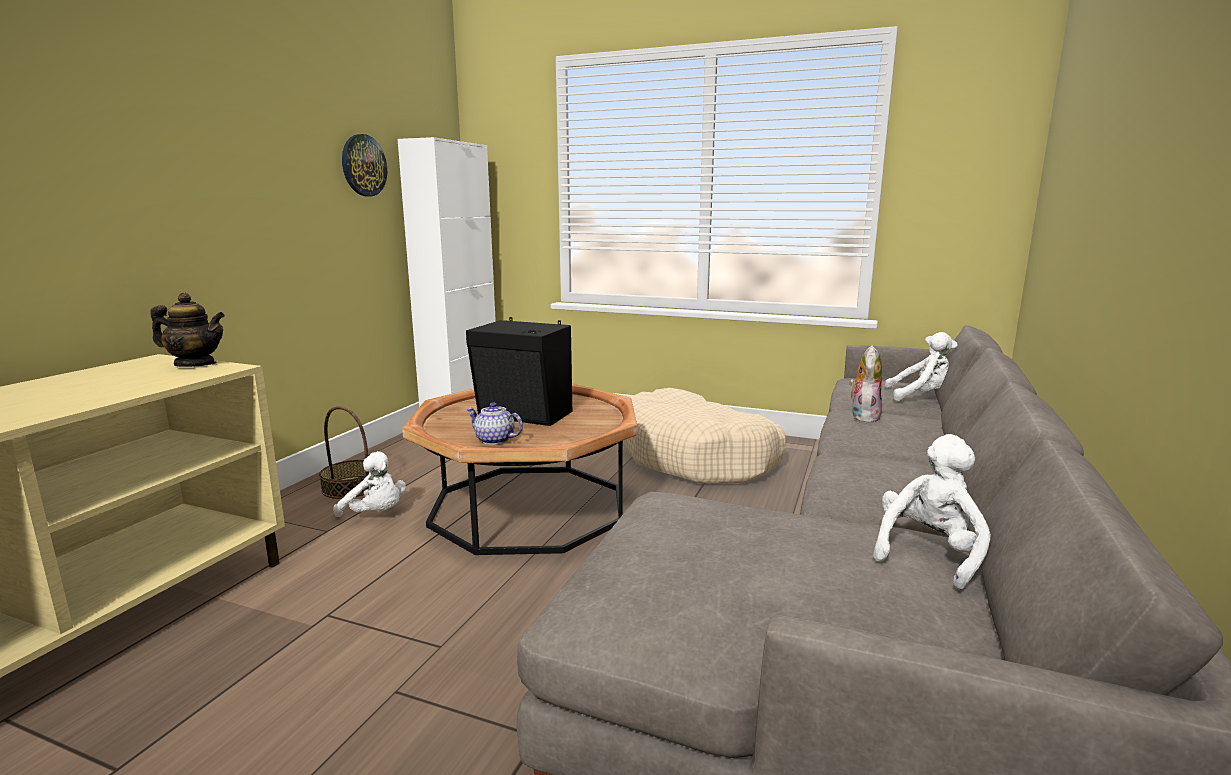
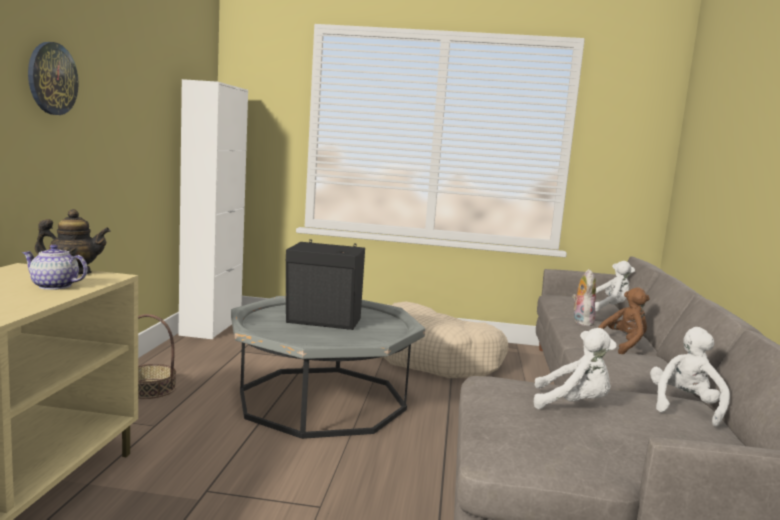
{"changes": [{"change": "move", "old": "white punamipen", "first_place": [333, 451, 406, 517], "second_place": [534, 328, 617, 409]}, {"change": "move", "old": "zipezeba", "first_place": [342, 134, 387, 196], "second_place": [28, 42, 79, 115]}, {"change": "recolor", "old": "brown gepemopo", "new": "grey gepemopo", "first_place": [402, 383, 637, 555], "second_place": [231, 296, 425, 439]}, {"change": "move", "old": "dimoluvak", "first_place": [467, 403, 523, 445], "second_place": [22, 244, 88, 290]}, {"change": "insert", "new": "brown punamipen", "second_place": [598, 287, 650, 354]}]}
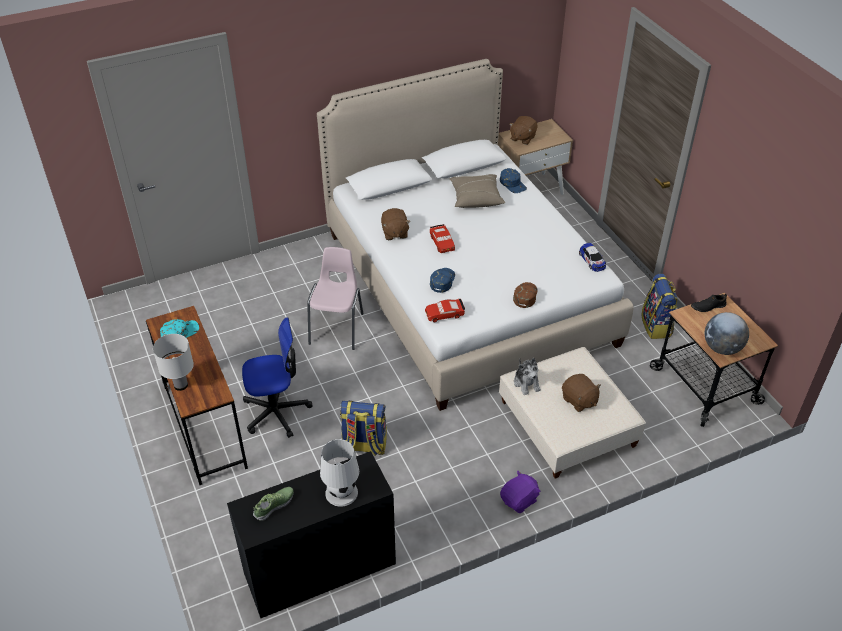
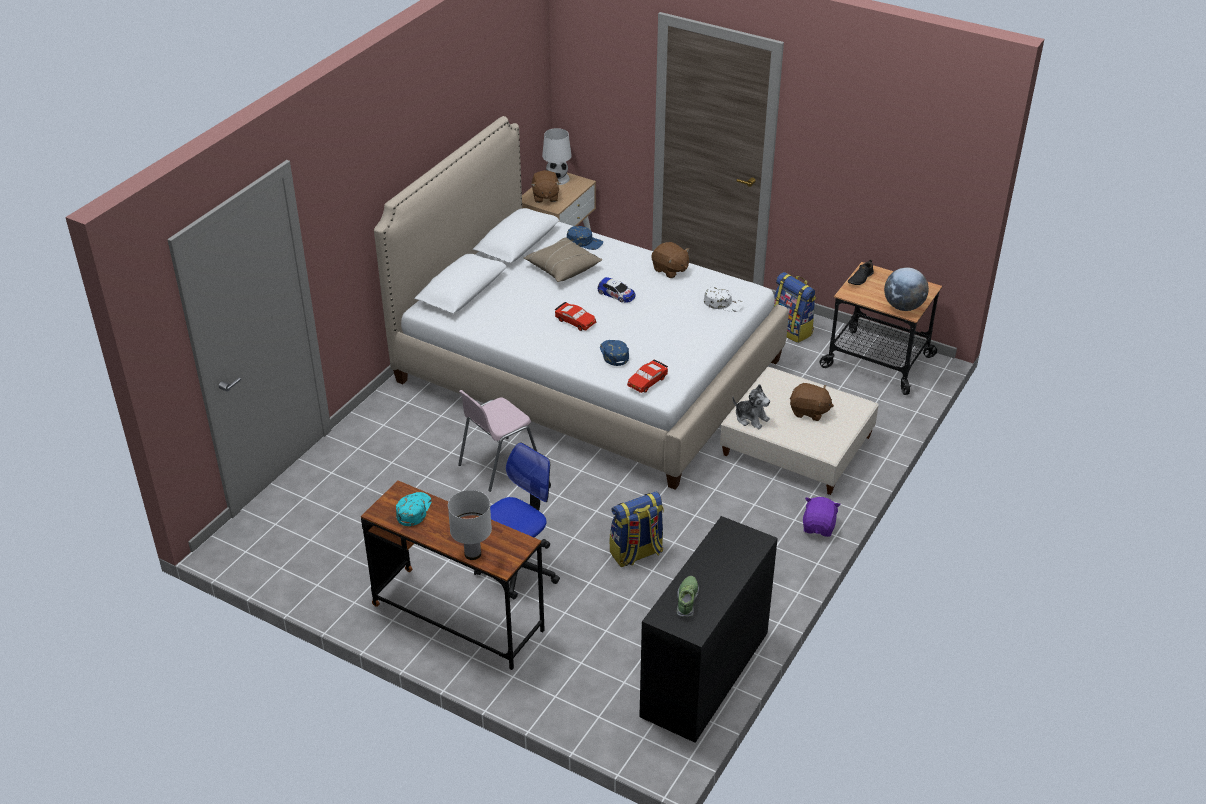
{"changes": [{"change": "rotate", "old": "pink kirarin", "first_place": [307, 247, 363, 350], "second_place": [458, 390, 537, 492], "degrees": -105}, {"change": "move", "old": "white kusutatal", "first_place": [320, 439, 359, 507], "second_place": [542, 128, 572, 185]}, {"change": "move", "old": "brown punamipen", "first_place": [381, 208, 410, 240], "second_place": [652, 242, 690, 278]}, {"change": "delete", "old": "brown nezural", "first_place": [513, 282, 538, 308]}, {"change": "move", "old": "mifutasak", "first_place": [579, 243, 606, 272], "second_place": [598, 277, 635, 303]}, {"change": "insert", "new": "white nezural", "second_place": [704, 287, 744, 312]}]}
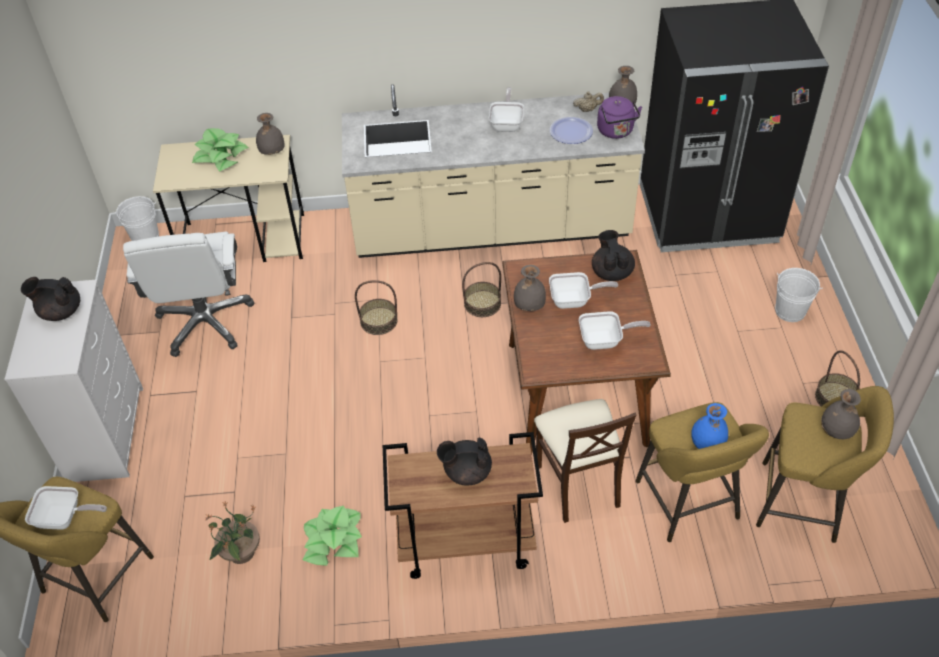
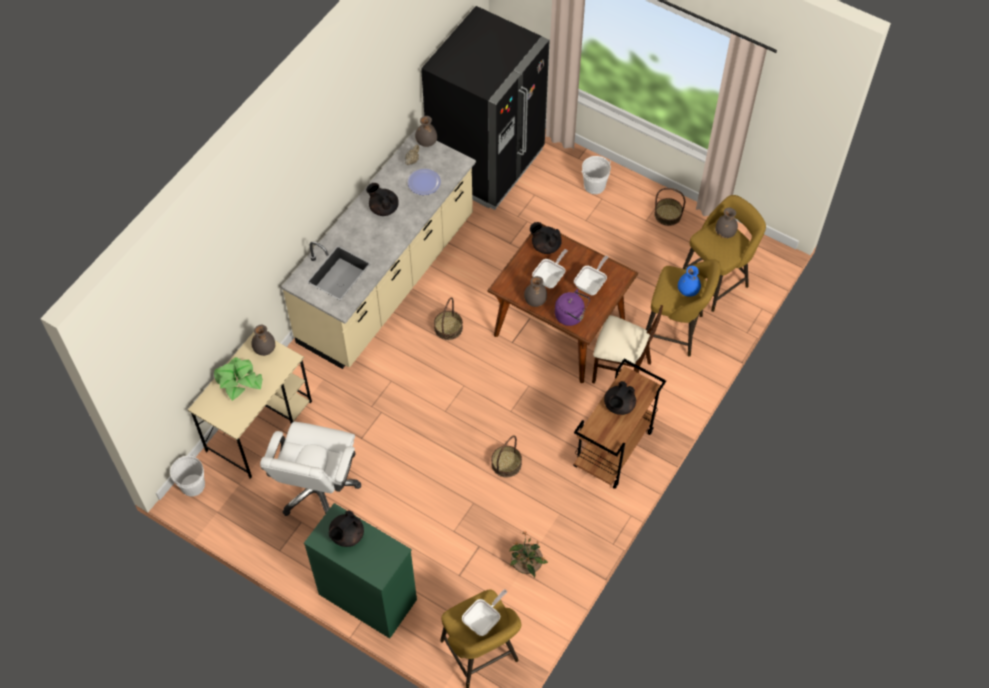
{"changes": [{"change": "recolor", "old": "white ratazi", "new": "green ratazi", "first_place": [4, 279, 143, 482], "second_place": [304, 503, 417, 639]}, {"change": "rotate", "old": "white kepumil", "first_place": [123, 232, 254, 357], "second_place": [260, 422, 361, 516], "degrees": 75}, {"change": "delete", "old": "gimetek", "first_place": [303, 506, 362, 566]}, {"change": "move", "old": "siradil", "first_place": [355, 280, 397, 335], "second_place": [491, 435, 522, 477]}, {"change": "replace", "old": "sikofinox", "new": "black dimoluvak", "first_place": [489, 87, 524, 132], "second_place": [366, 183, 399, 216]}, {"change": "move", "old": "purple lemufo", "first_place": [597, 96, 642, 139], "second_place": [555, 289, 590, 326]}]}
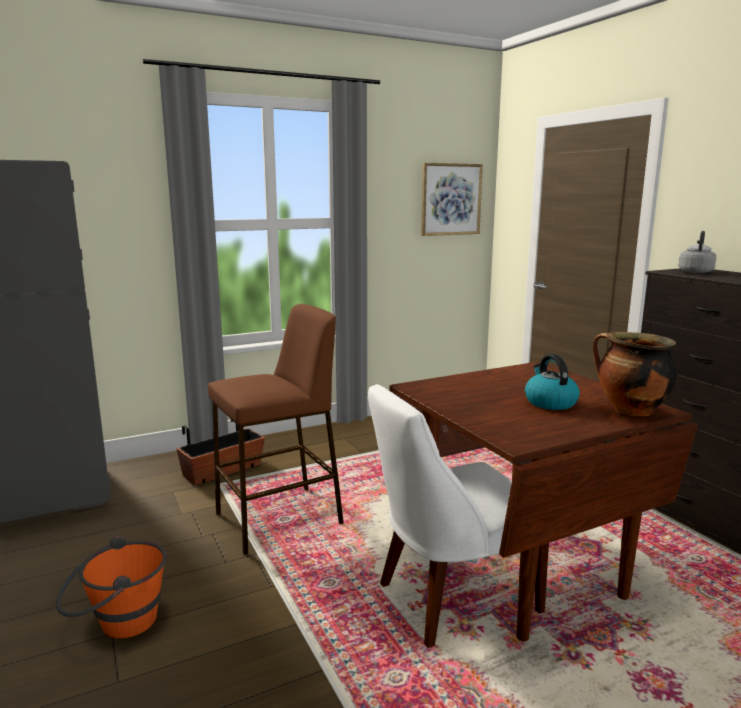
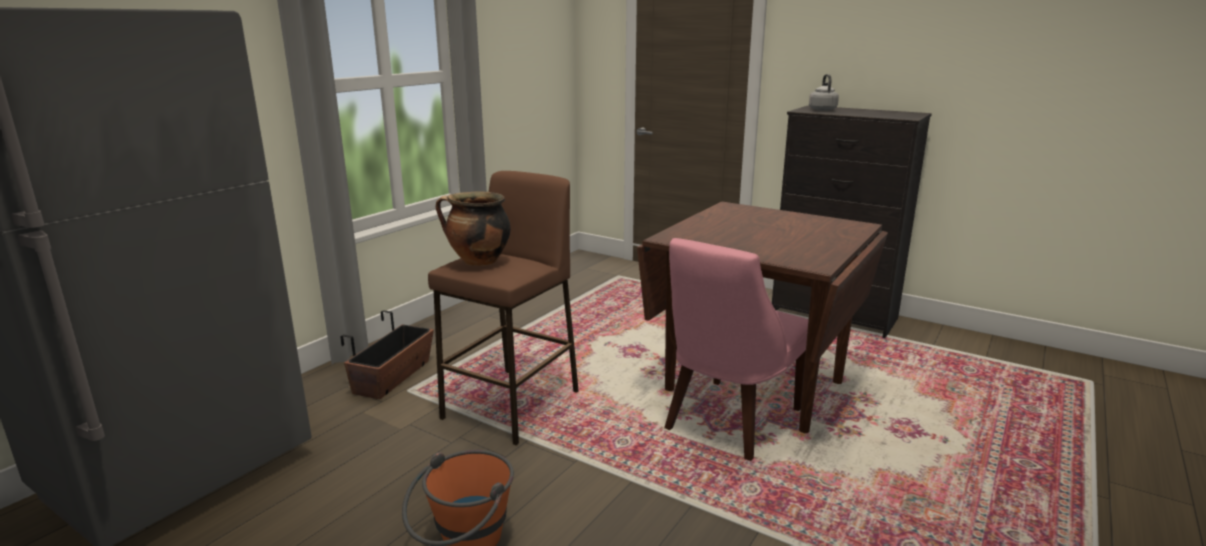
{"changes": [{"change": "recolor", "old": "white kirarin", "new": "pink kirarin", "first_place": [368, 384, 549, 648], "second_place": [664, 238, 808, 461]}, {"change": "delete", "old": "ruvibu", "first_place": [421, 163, 483, 236]}, {"change": "delete", "old": "lemufo", "first_place": [525, 354, 580, 410]}, {"change": "move", "old": "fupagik", "first_place": [593, 332, 677, 416], "second_place": [436, 191, 511, 266]}]}
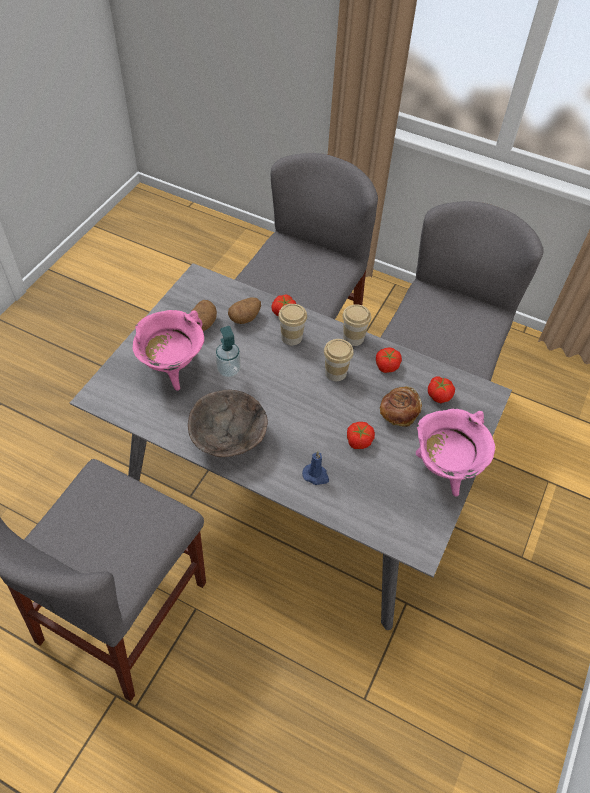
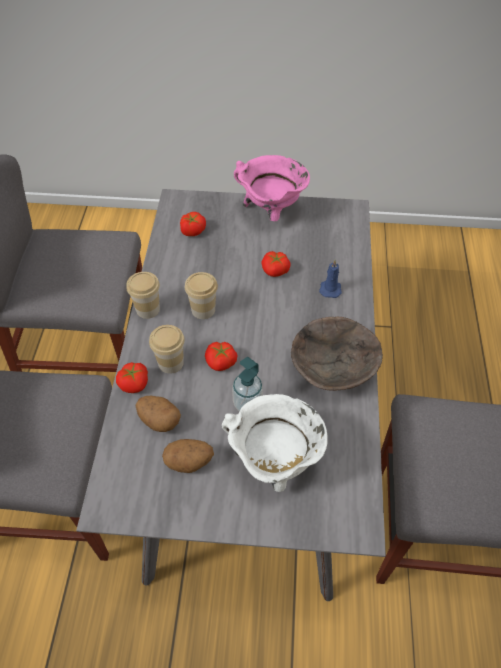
{"changes": [{"change": "recolor", "old": "pink fupagik", "new": "white fupagik", "first_place": [132, 310, 204, 391], "second_place": [222, 394, 328, 492]}, {"change": "move", "old": "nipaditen", "first_place": [376, 348, 402, 373], "second_place": [205, 342, 238, 371]}, {"change": "delete", "old": "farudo", "first_place": [380, 387, 422, 427]}]}
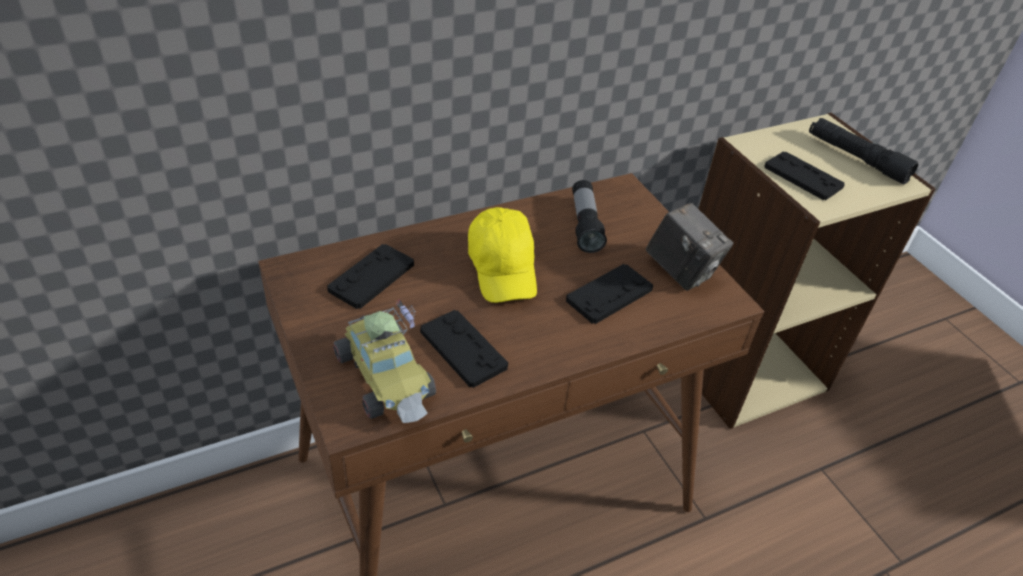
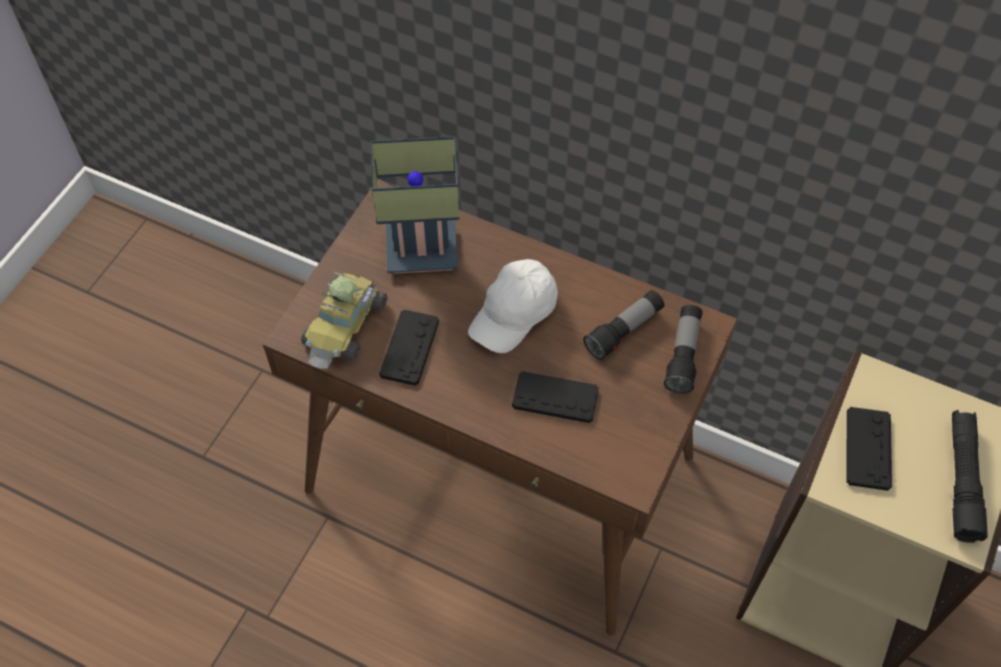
{"changes": [{"change": "replace", "old": "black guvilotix", "new": "kusutatal", "first_place": [327, 244, 414, 309], "second_place": [371, 136, 459, 274]}, {"change": "recolor", "old": "yellow nezural", "new": "white nezural", "first_place": [468, 207, 537, 303], "second_place": [468, 259, 558, 353]}, {"change": "delete", "old": "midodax", "first_place": [646, 203, 733, 291]}, {"change": "insert", "new": "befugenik", "second_place": [664, 305, 703, 393]}]}
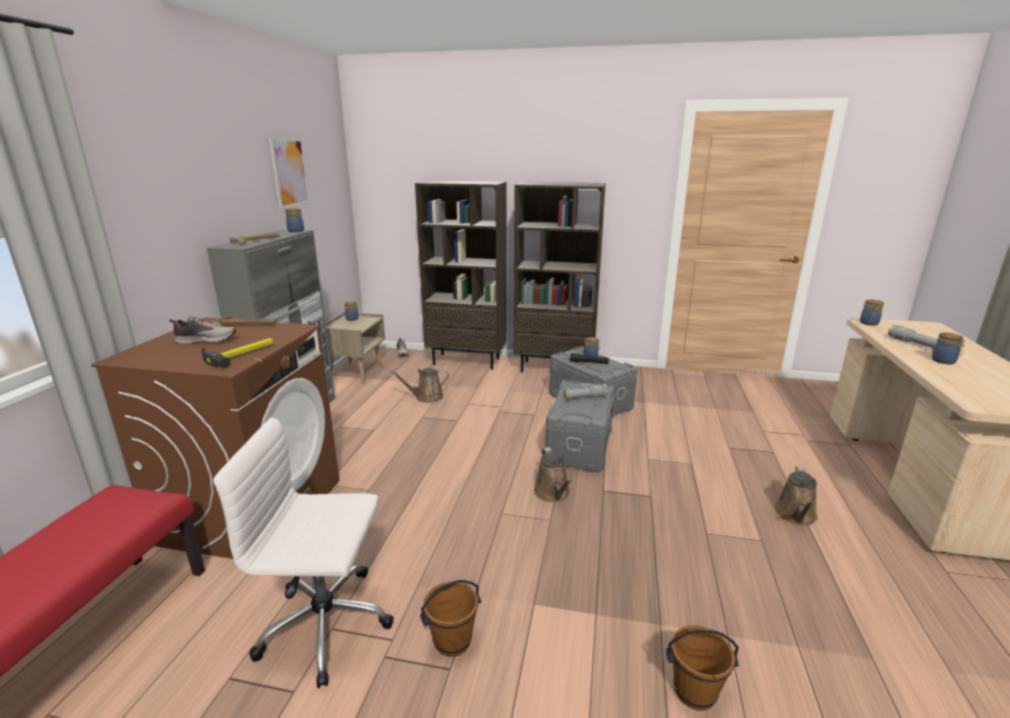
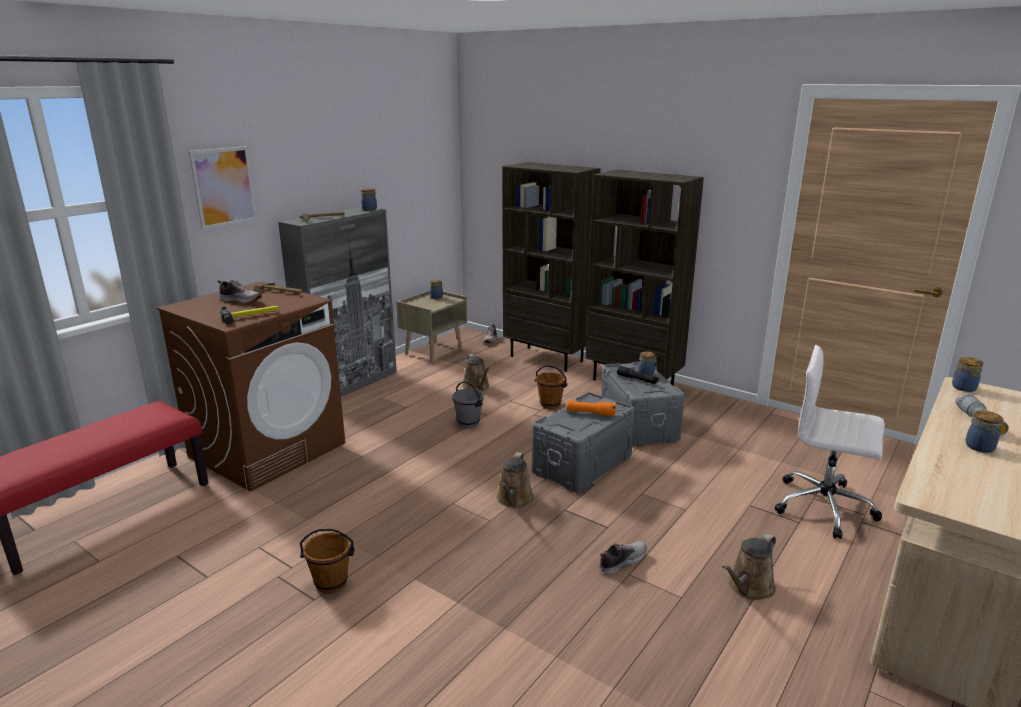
{"changes": [{"change": "move", "old": "white kepumil", "first_place": [213, 417, 394, 689], "second_place": [775, 345, 885, 539]}, {"change": "move", "old": "ruvibu", "first_place": [269, 138, 310, 209], "second_place": [189, 146, 257, 230]}, {"change": "rotate", "old": "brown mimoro", "first_place": [389, 368, 449, 403], "second_place": [462, 354, 489, 391], "degrees": -120}, {"change": "recolor", "old": "grey befugenik", "new": "orange befugenik", "first_place": [563, 384, 608, 400], "second_place": [567, 400, 616, 416]}, {"change": "move", "old": "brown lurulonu", "first_place": [666, 625, 739, 711], "second_place": [535, 365, 568, 409]}, {"change": "insert", "new": "grey lurulonu", "second_place": [452, 381, 484, 428]}, {"change": "insert", "new": "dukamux", "second_place": [599, 541, 647, 575]}]}
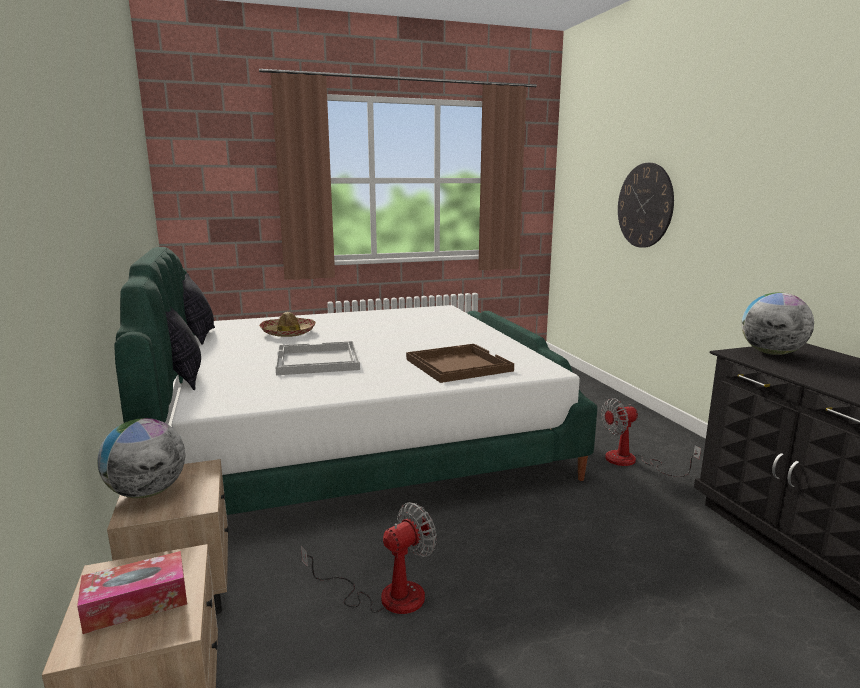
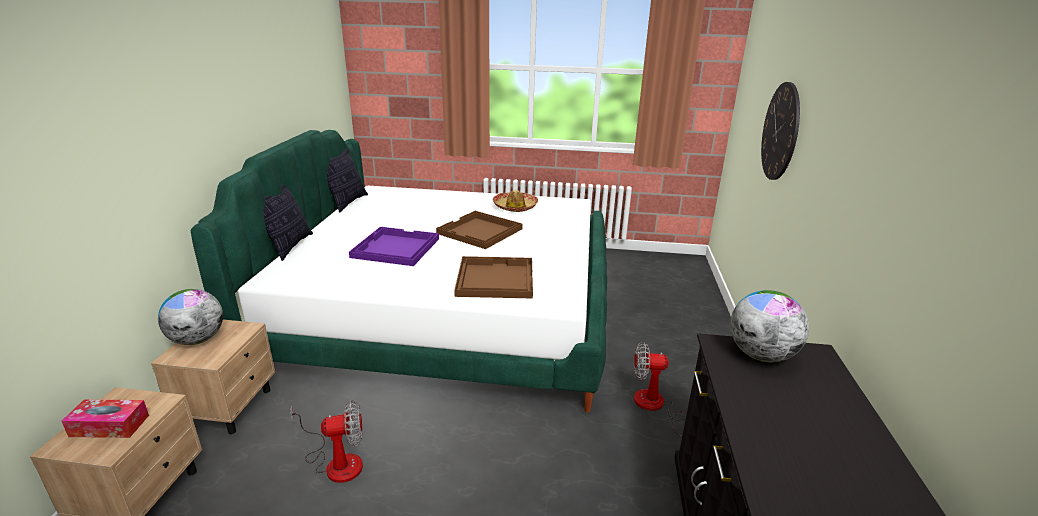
{"changes": [{"change": "move", "old": "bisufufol", "first_place": [260, 312, 316, 337], "second_place": [493, 190, 538, 212]}, {"change": "recolor", "old": "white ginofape", "new": "purple ginofape", "first_place": [275, 341, 360, 375], "second_place": [349, 227, 439, 266]}, {"change": "insert", "new": "brown ginofape", "second_place": [436, 211, 523, 249]}]}
